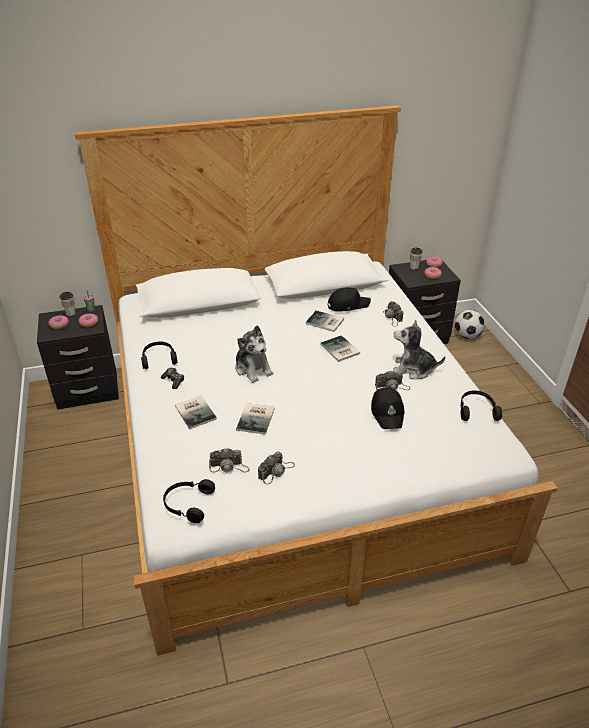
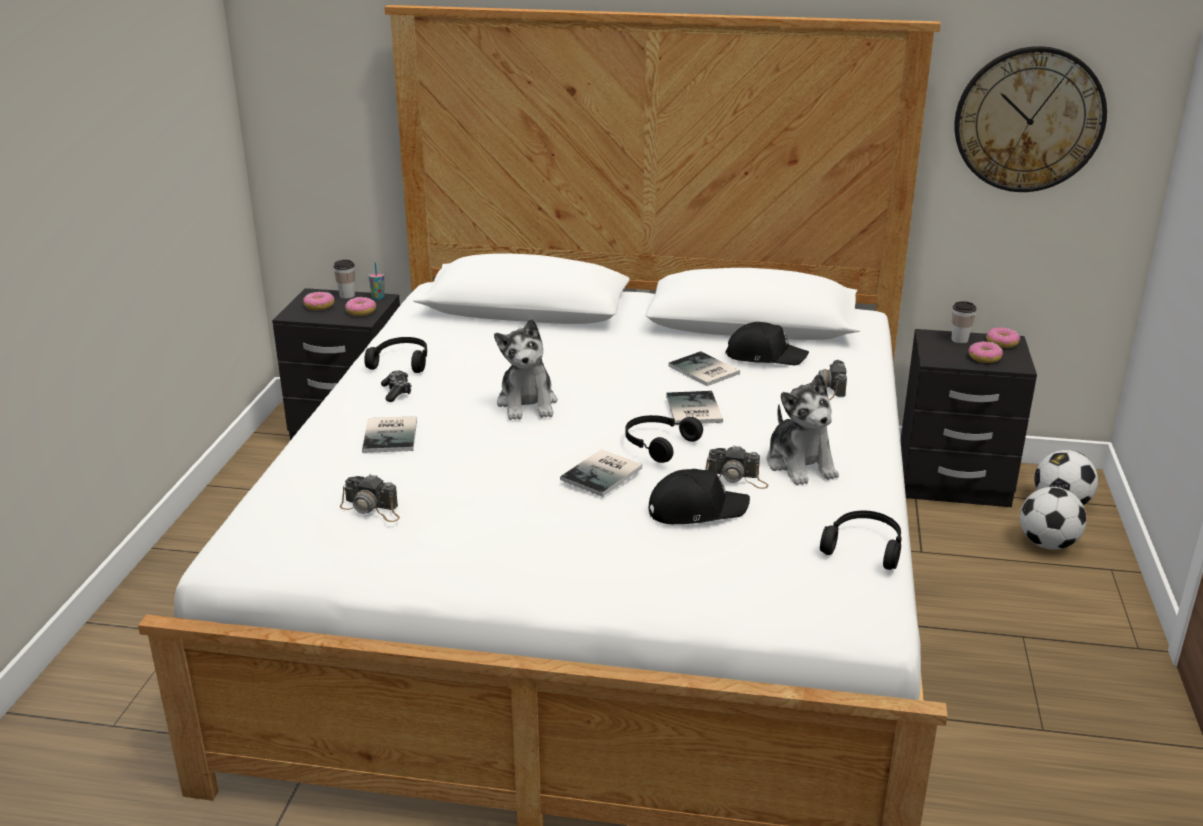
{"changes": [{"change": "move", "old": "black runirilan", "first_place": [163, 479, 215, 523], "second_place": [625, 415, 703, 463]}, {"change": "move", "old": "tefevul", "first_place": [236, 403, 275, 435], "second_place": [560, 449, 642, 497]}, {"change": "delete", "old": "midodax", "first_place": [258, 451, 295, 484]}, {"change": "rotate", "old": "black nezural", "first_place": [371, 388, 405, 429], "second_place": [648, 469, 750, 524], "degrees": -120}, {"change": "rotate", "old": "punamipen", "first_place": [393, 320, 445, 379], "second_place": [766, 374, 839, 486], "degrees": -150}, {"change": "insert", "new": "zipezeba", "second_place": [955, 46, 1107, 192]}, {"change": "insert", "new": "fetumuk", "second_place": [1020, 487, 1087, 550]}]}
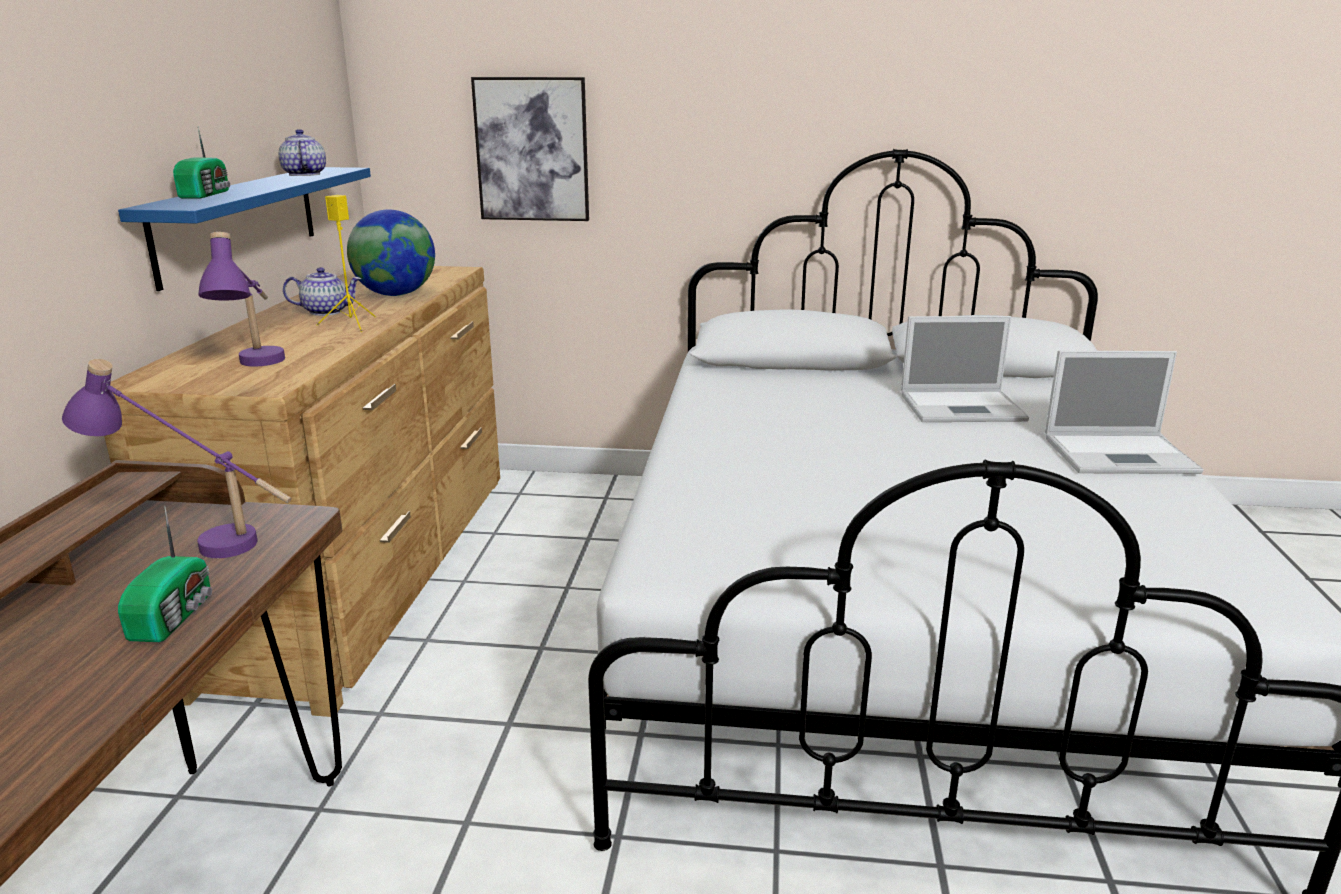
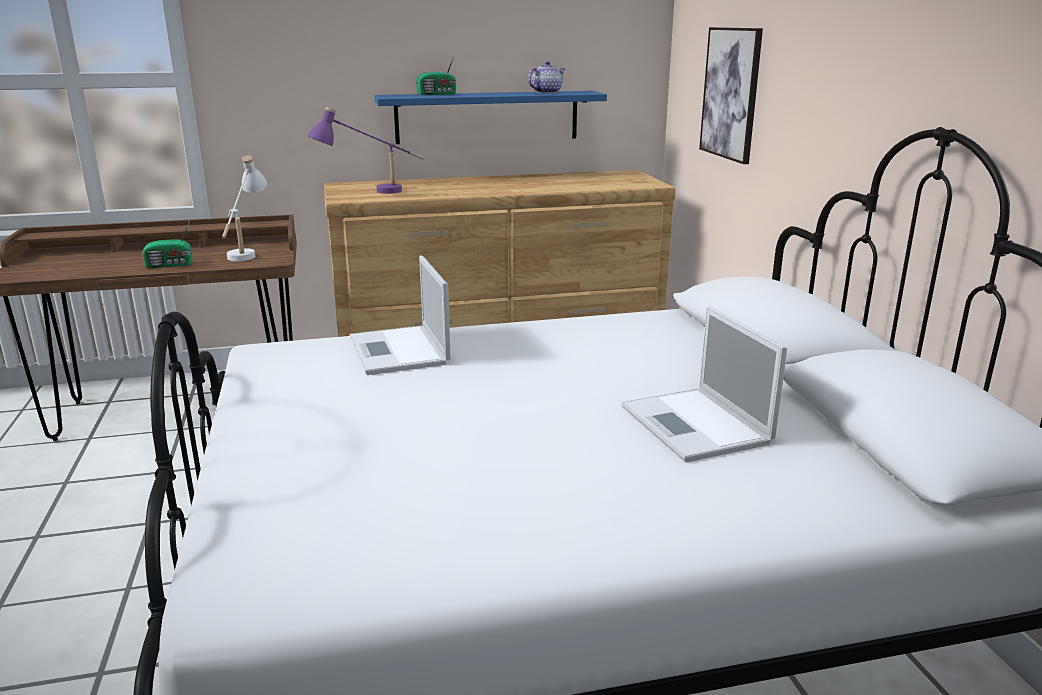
{"changes": [{"change": "recolor", "old": "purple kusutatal", "new": "white kusutatal", "first_place": [62, 359, 292, 558], "second_place": [222, 155, 267, 261]}, {"change": "delete", "old": "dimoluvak", "first_place": [283, 267, 361, 316]}, {"change": "delete", "old": "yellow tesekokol", "first_place": [316, 195, 376, 332]}, {"change": "delete", "old": "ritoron", "first_place": [347, 209, 435, 296]}, {"change": "move", "old": "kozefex", "first_place": [1045, 351, 1203, 474], "second_place": [350, 256, 451, 375]}]}
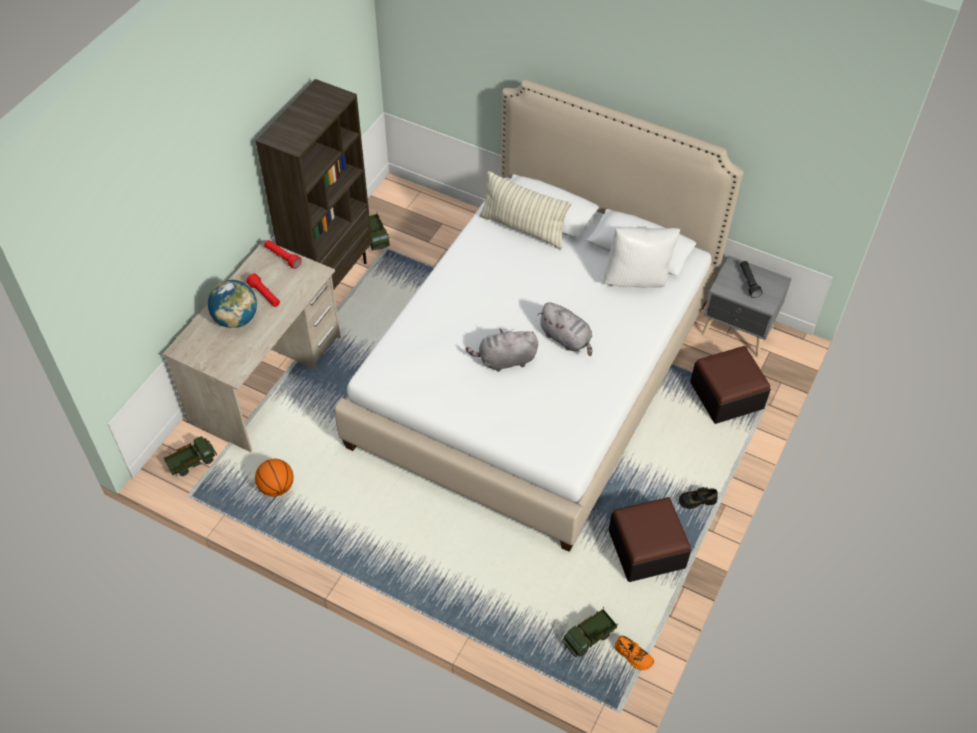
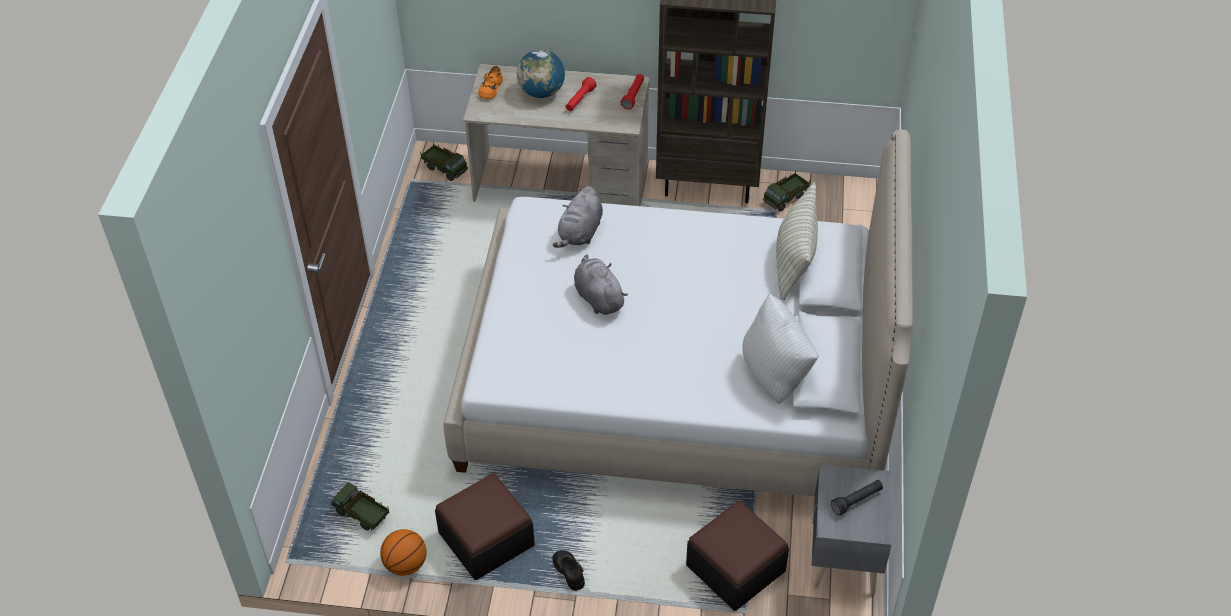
{"changes": [{"change": "move", "old": "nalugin", "first_place": [255, 459, 294, 497], "second_place": [380, 529, 427, 576]}, {"change": "move", "old": "grey punamipen", "first_place": [537, 302, 592, 356], "second_place": [553, 186, 603, 248]}, {"change": "move", "old": "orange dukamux", "first_place": [615, 636, 654, 670], "second_place": [478, 66, 503, 99]}]}
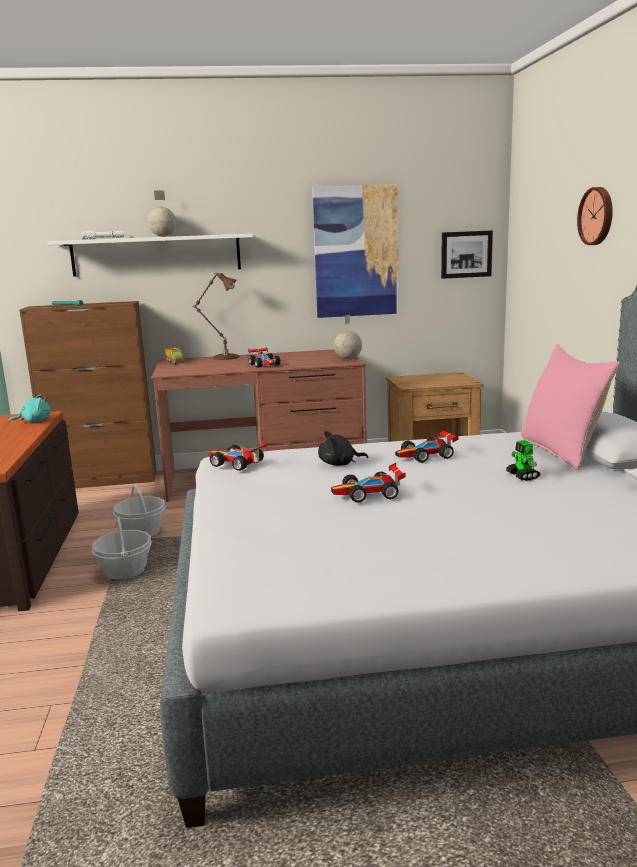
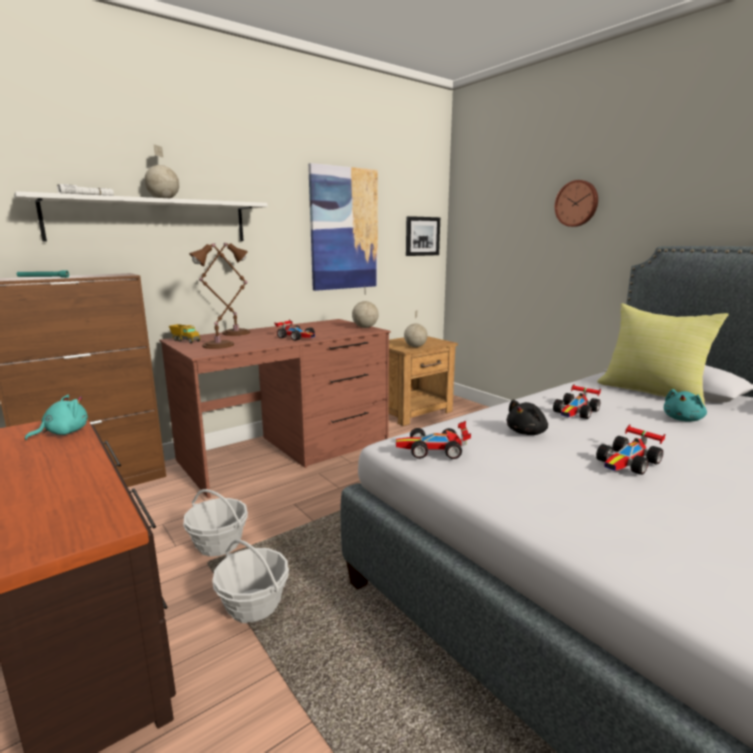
{"changes": [{"change": "replace", "old": "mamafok", "new": "turquoise punamipen", "first_place": [506, 440, 540, 481], "second_place": [664, 389, 707, 421]}, {"change": "recolor", "old": "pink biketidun", "new": "yellow biketidun", "first_place": [521, 344, 620, 471], "second_place": [597, 303, 729, 406]}, {"change": "insert", "new": "brown kusutatal", "second_place": [189, 243, 248, 349]}, {"change": "insert", "new": "ritoron", "second_place": [404, 310, 428, 347]}]}
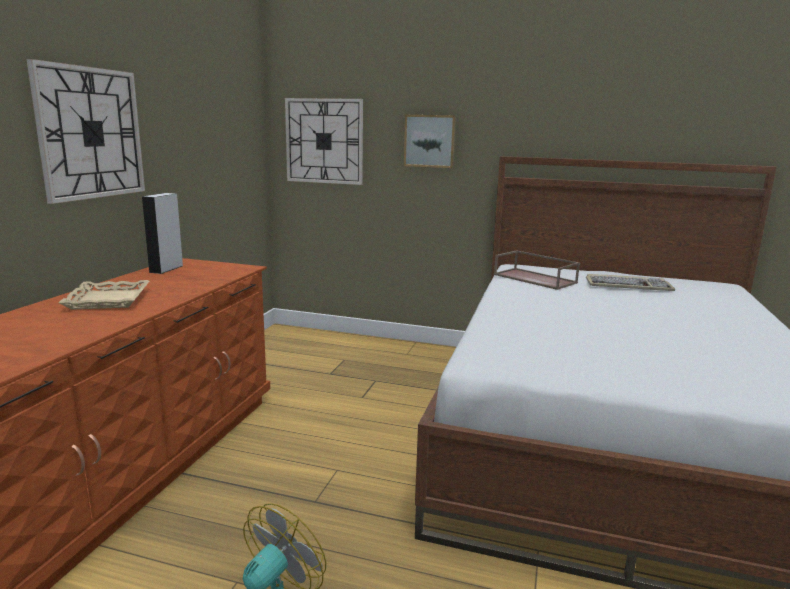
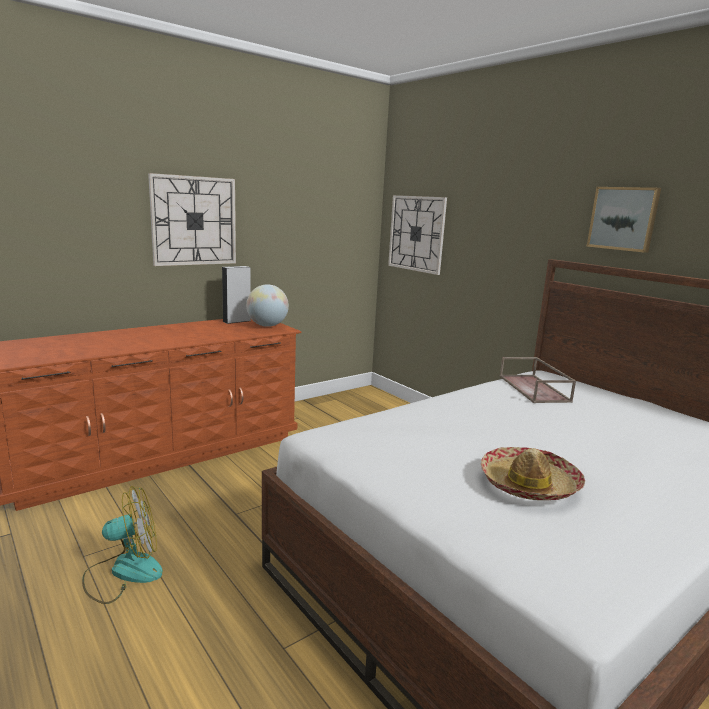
{"changes": [{"change": "delete", "old": "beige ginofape", "first_place": [58, 280, 149, 310]}, {"change": "move", "old": "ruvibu", "first_place": [404, 115, 456, 168], "second_place": [587, 187, 661, 253]}, {"change": "delete", "old": "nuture", "first_place": [586, 274, 675, 291]}, {"change": "insert", "new": "ritoron", "second_place": [246, 284, 289, 327]}, {"change": "insert", "new": "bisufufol", "second_place": [481, 447, 585, 500]}]}
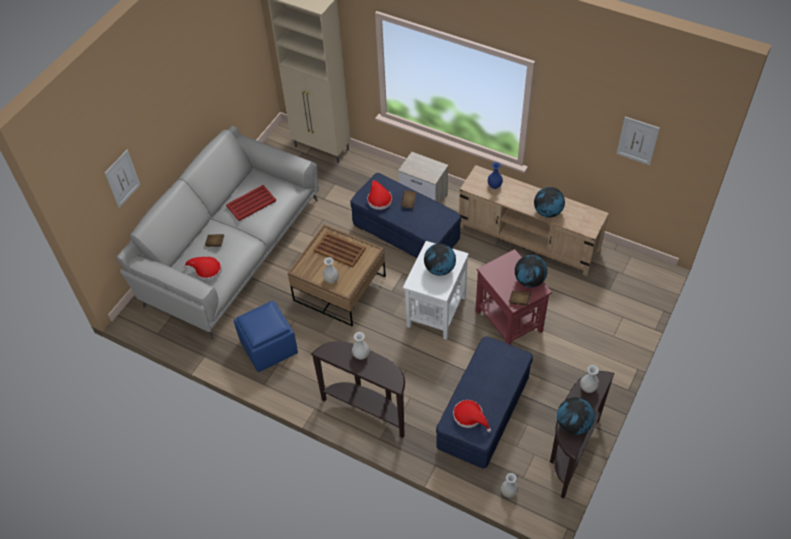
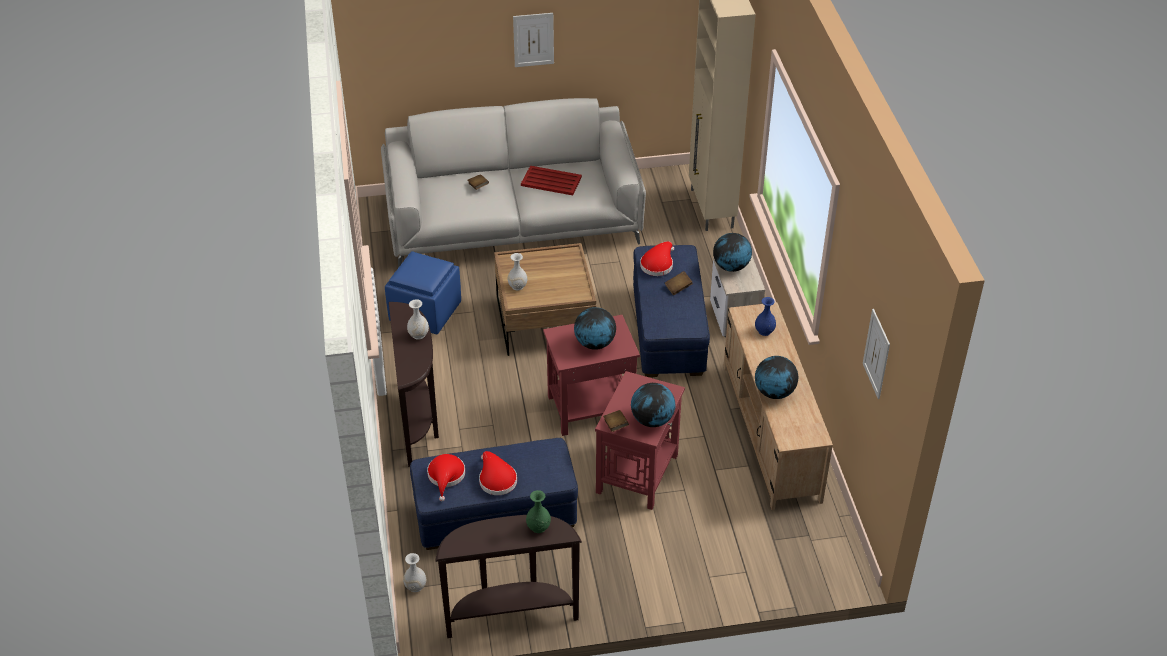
{"changes": [{"change": "move", "old": "ruvibu", "first_place": [105, 150, 140, 208], "second_place": [513, 13, 554, 67]}, {"change": "move", "old": "red bisufufol", "first_place": [184, 257, 222, 281], "second_place": [479, 451, 517, 495]}, {"change": "delete", "old": "brown ginofape", "first_place": [314, 232, 366, 267]}, {"change": "recolor", "old": "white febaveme", "new": "red febaveme", "first_place": [403, 241, 469, 340], "second_place": [543, 315, 640, 436]}, {"change": "move", "old": "ritoron", "first_place": [557, 397, 595, 435], "second_place": [713, 233, 752, 272]}, {"change": "recolor", "old": "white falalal", "new": "green falalal", "first_place": [580, 365, 599, 393], "second_place": [526, 490, 551, 533]}]}
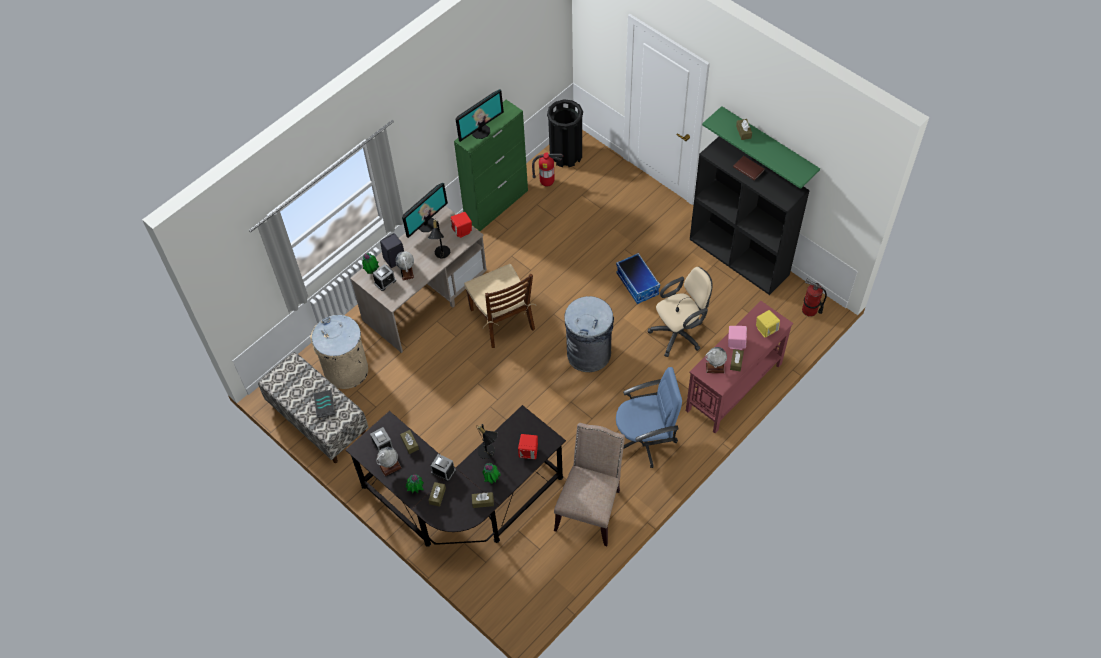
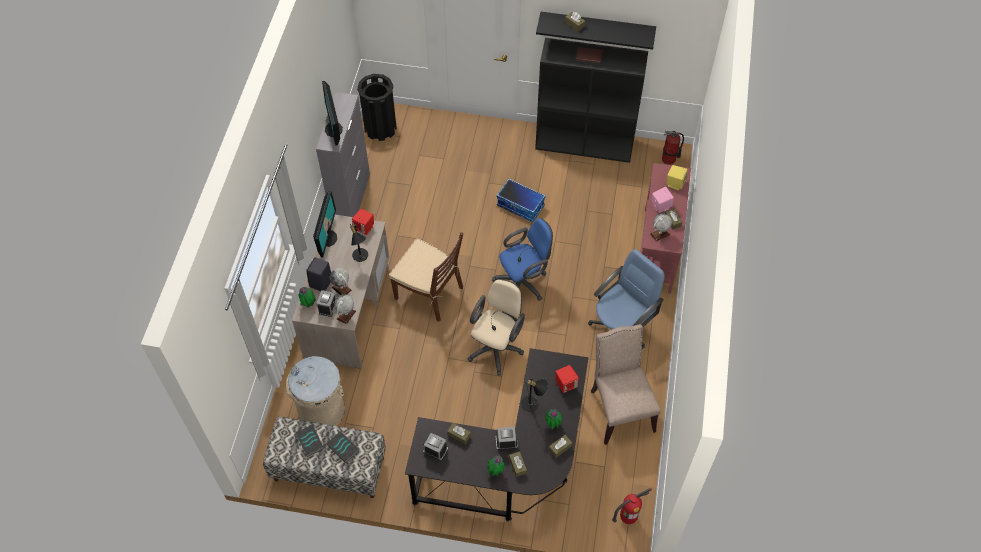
{"changes": [{"change": "move", "old": "ritoron", "first_place": [376, 447, 401, 476], "second_place": [334, 294, 356, 324]}, {"change": "recolor", "old": "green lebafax", "new": "grey lebafax", "first_place": [454, 100, 528, 231], "second_place": [316, 92, 370, 217]}, {"change": "rotate", "old": "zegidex", "first_place": [455, 89, 504, 142], "second_place": [322, 81, 343, 146], "degrees": 150}, {"change": "move", "old": "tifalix", "first_place": [532, 152, 563, 187], "second_place": [612, 488, 652, 524]}, {"change": "replace", "old": "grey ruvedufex", "new": "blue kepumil", "first_place": [565, 296, 614, 372], "second_place": [492, 218, 553, 301]}, {"change": "move", "old": "beige kepumil", "first_place": [648, 267, 712, 357], "second_place": [467, 279, 525, 376]}, {"change": "recolor", "old": "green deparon", "new": "black deparon", "first_place": [702, 106, 820, 189], "second_place": [536, 12, 656, 49]}, {"change": "insert", "new": "tefevul", "second_place": [296, 424, 324, 457]}]}
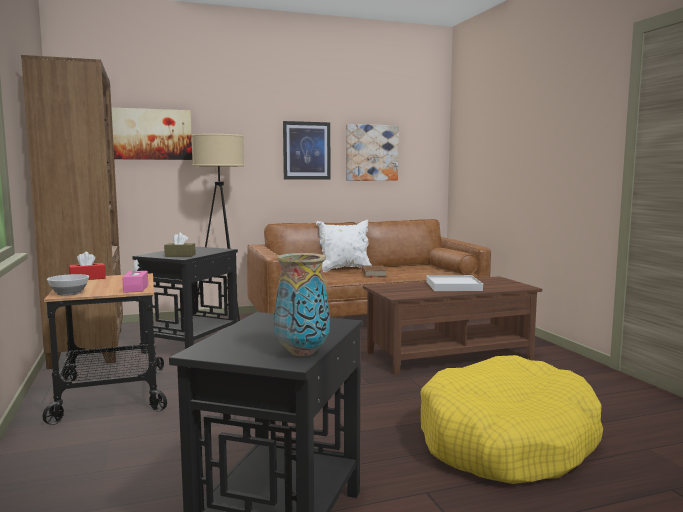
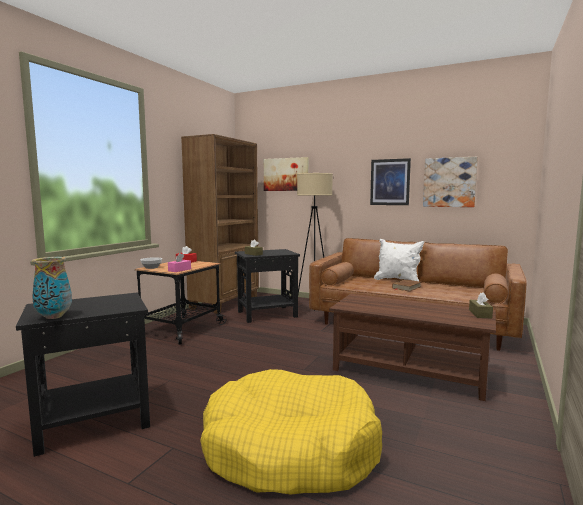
{"changes": [{"change": "delete", "old": "white ginofape", "first_place": [427, 275, 483, 291]}, {"change": "insert", "new": "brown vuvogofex", "second_place": [469, 293, 493, 318]}]}
